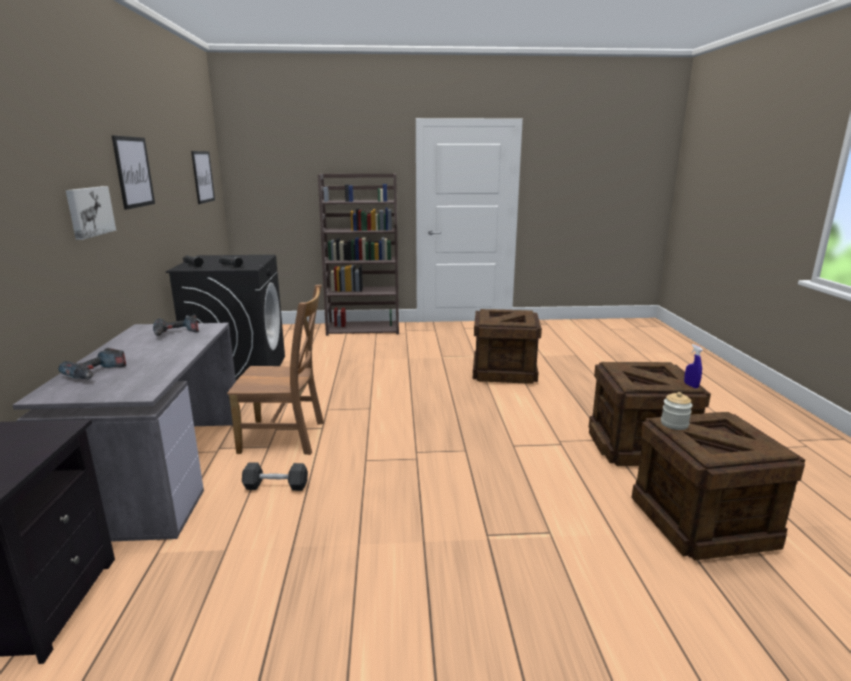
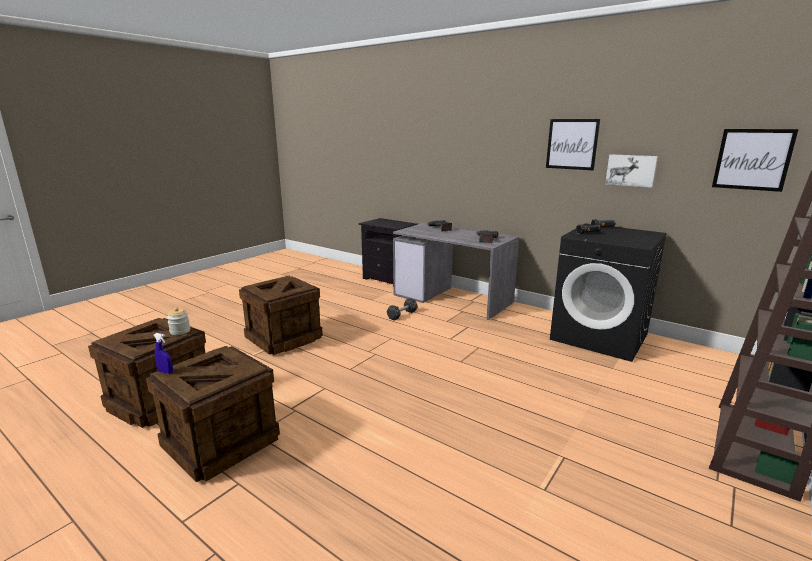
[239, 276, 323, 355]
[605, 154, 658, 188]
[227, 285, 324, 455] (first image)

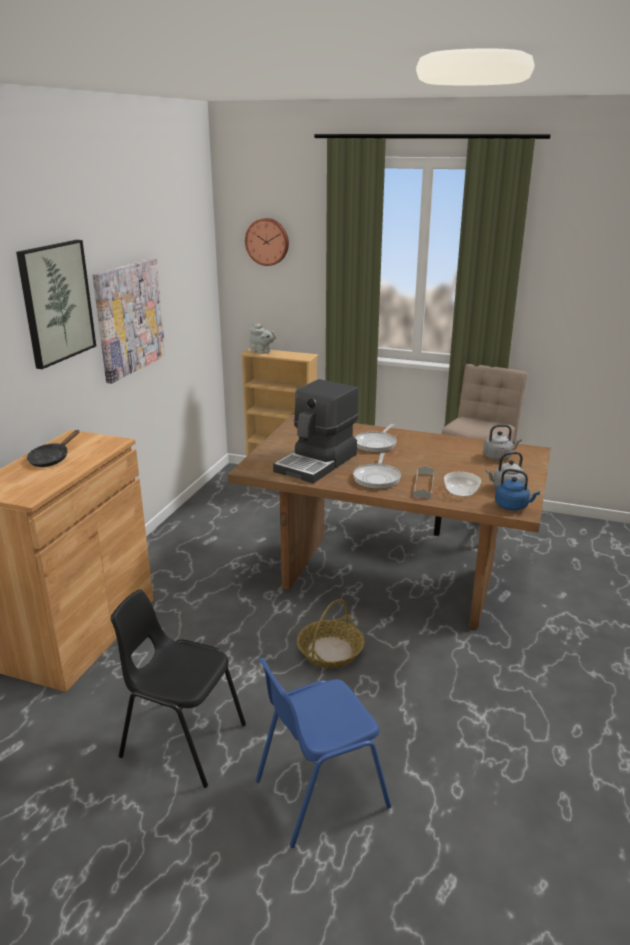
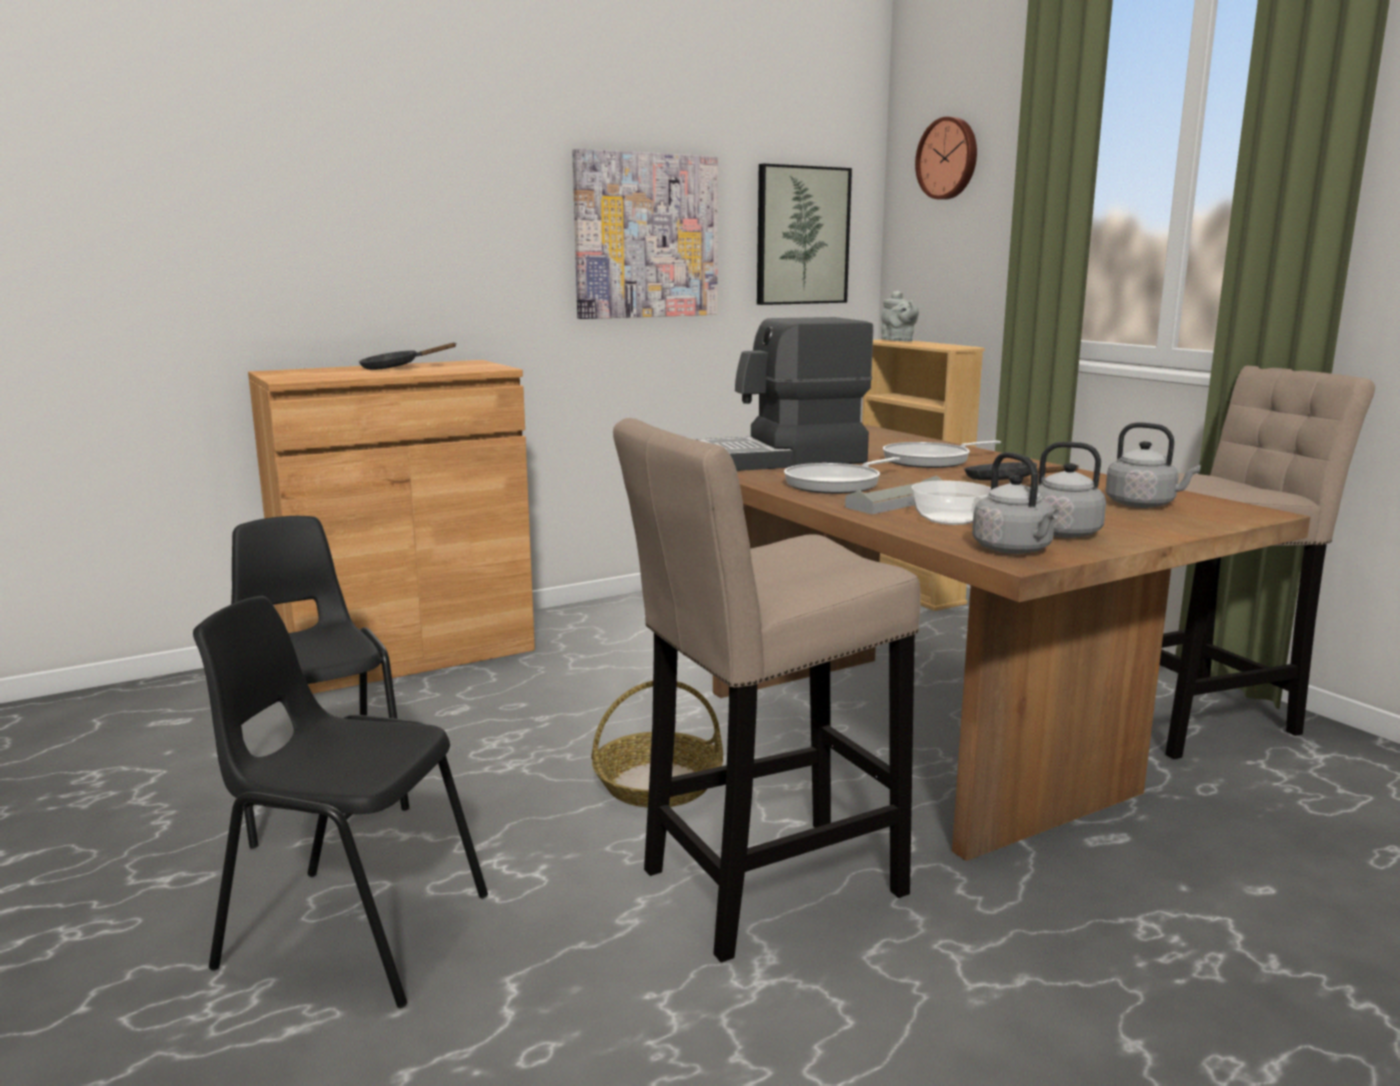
[193, 596, 488, 1008]
[613, 418, 921, 962]
[757, 164, 852, 305]
[964, 462, 1079, 480]
[972, 452, 1059, 554]

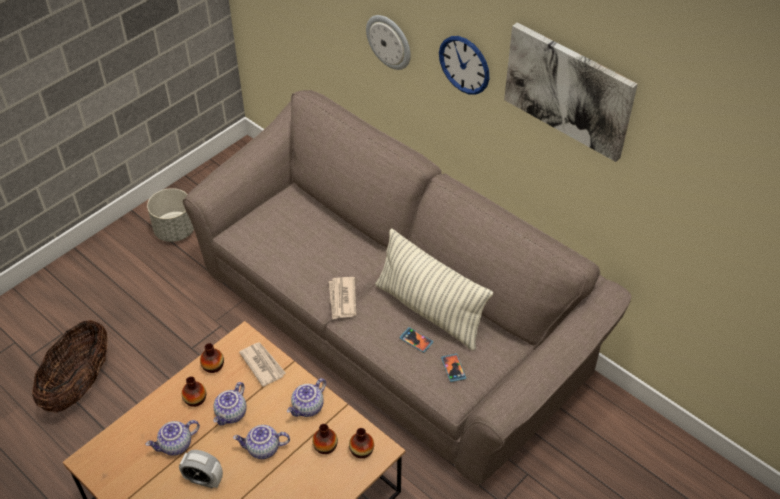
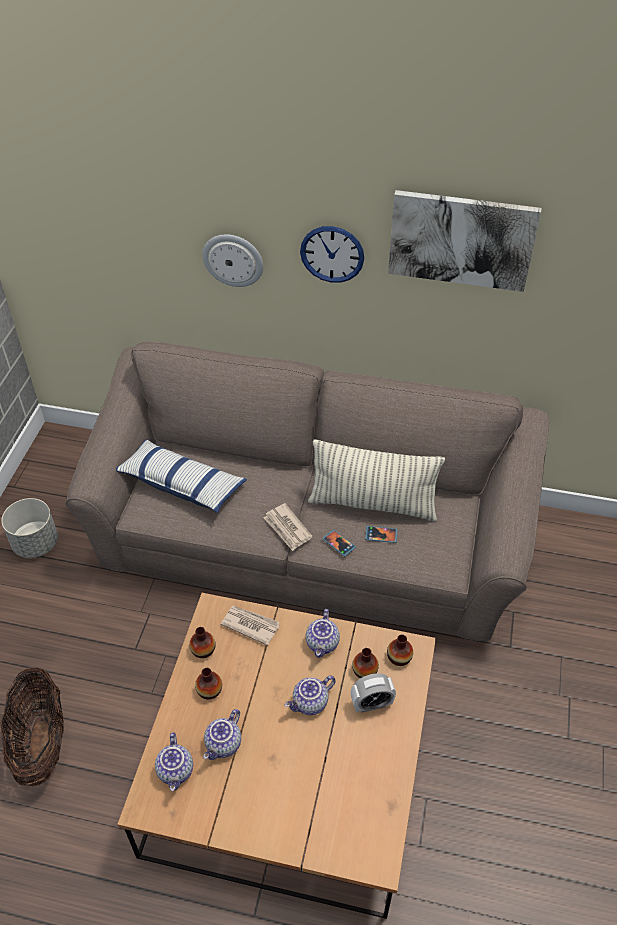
[116, 439, 247, 513]
[155, 732, 193, 791]
[322, 530, 356, 556]
[351, 673, 396, 713]

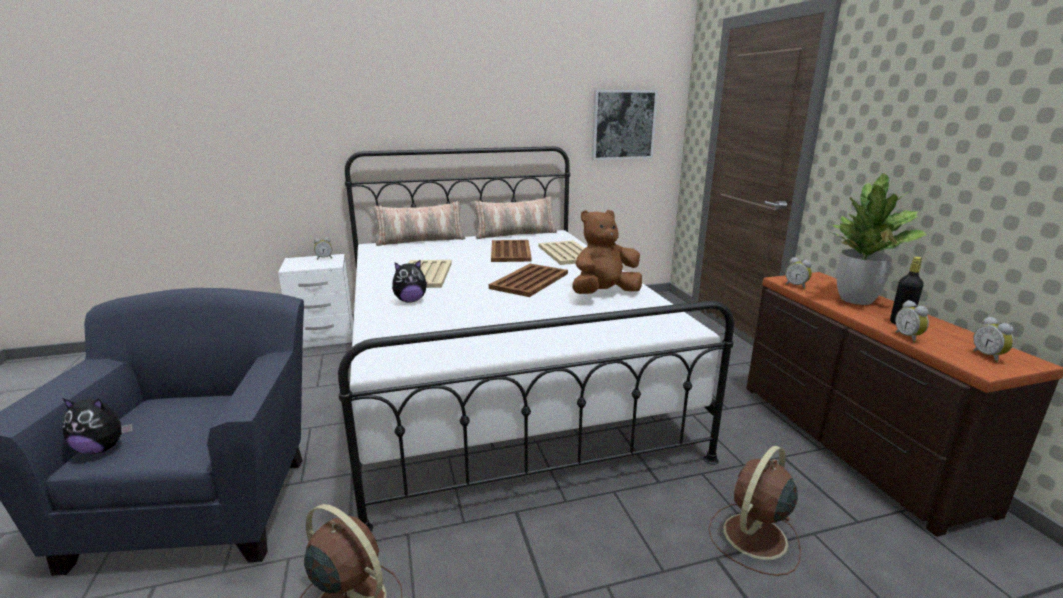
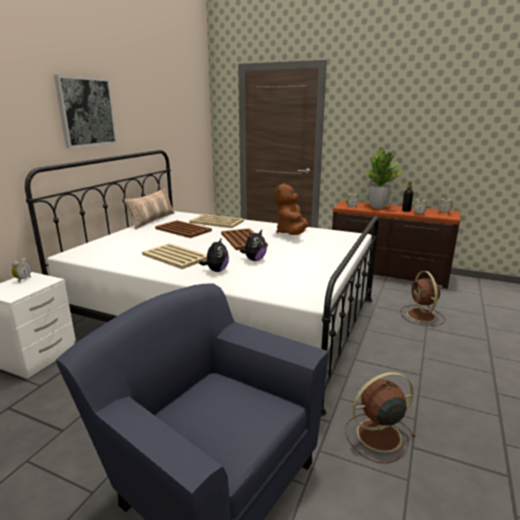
[54, 75, 117, 148]
[240, 230, 267, 261]
[373, 201, 465, 246] (first image)

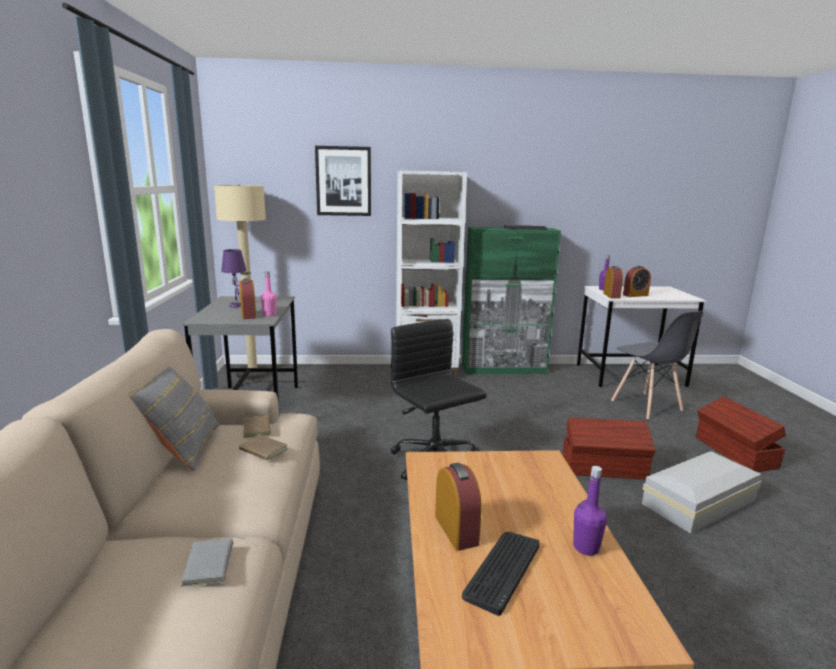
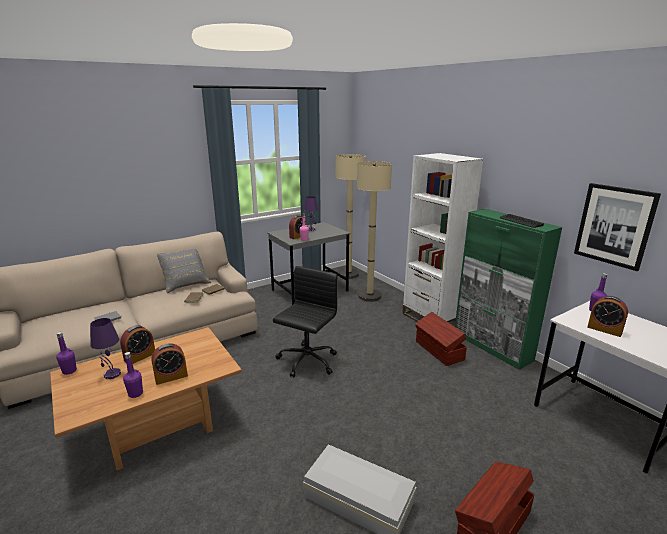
[56, 332, 77, 375]
[90, 318, 121, 379]
[152, 343, 188, 385]
[357, 161, 392, 302]
[415, 312, 467, 366]
[574, 183, 661, 271]
[611, 311, 703, 419] (first image)

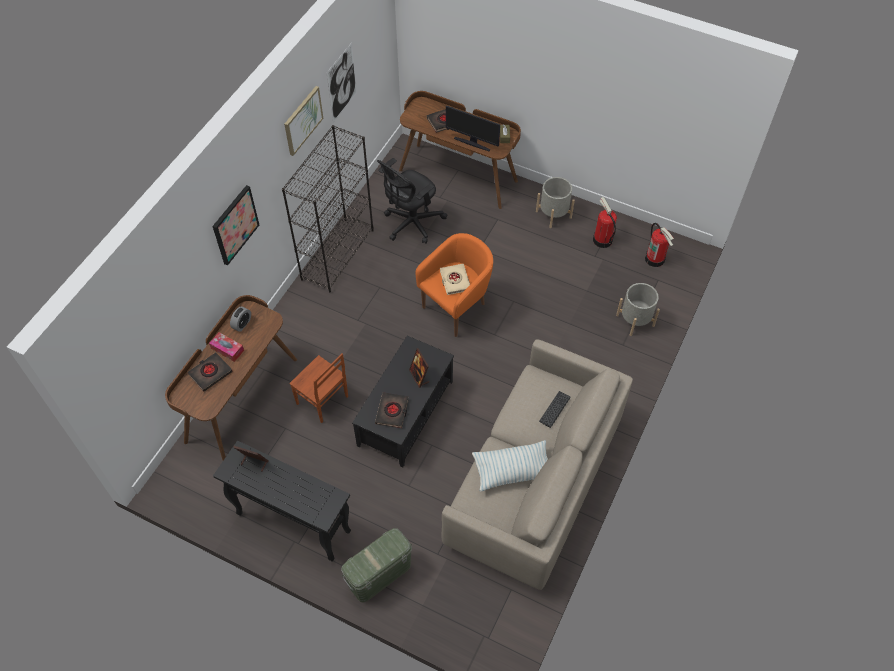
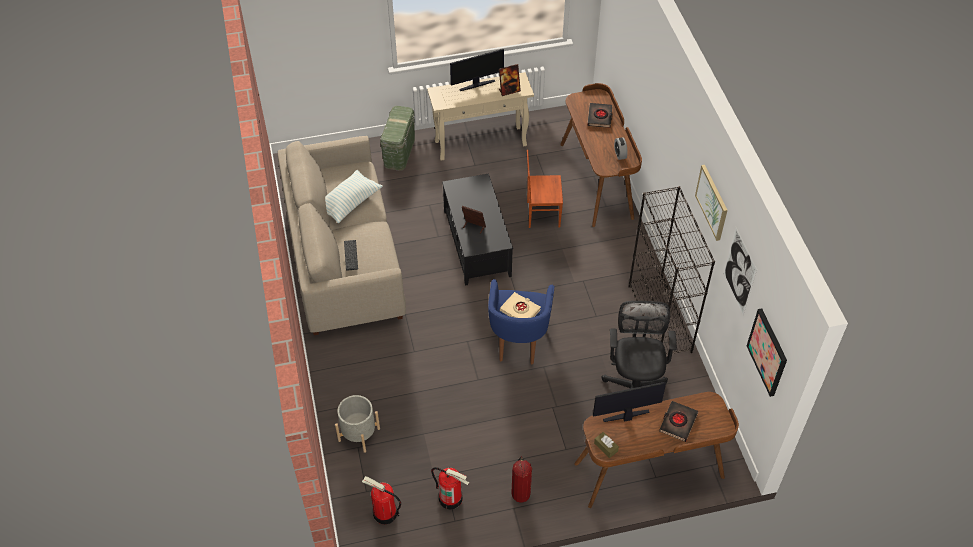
[427, 72, 534, 160]
[450, 49, 504, 91]
[488, 279, 554, 364]
[511, 456, 532, 503]
[747, 308, 787, 397]
[209, 332, 244, 362] (first image)
[375, 392, 409, 428] (first image)

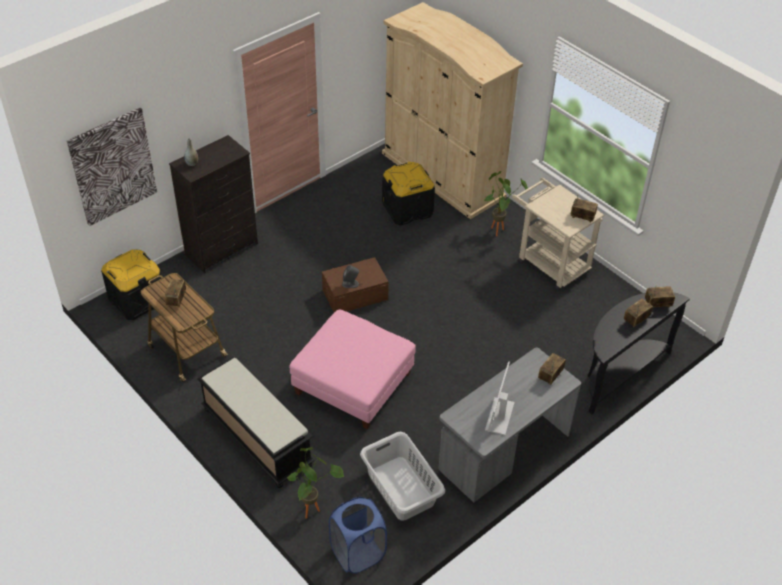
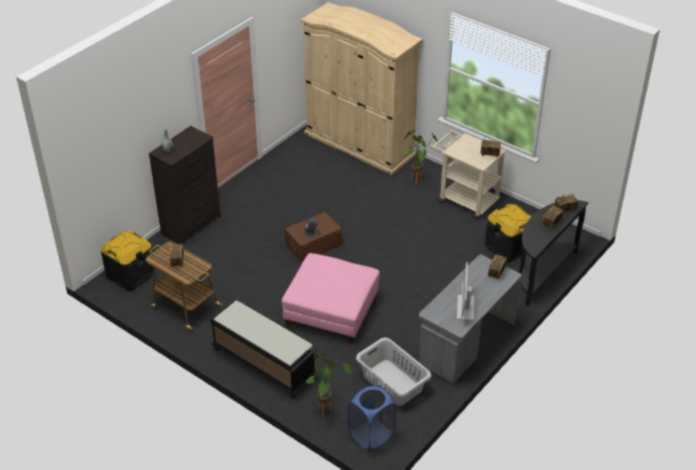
[485, 204, 531, 263]
[67, 108, 157, 226] (first image)

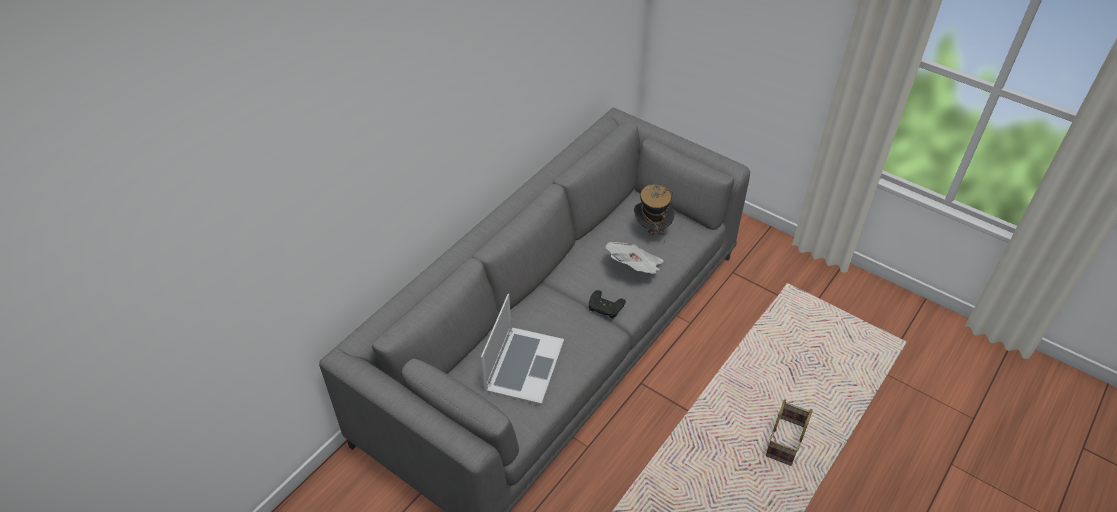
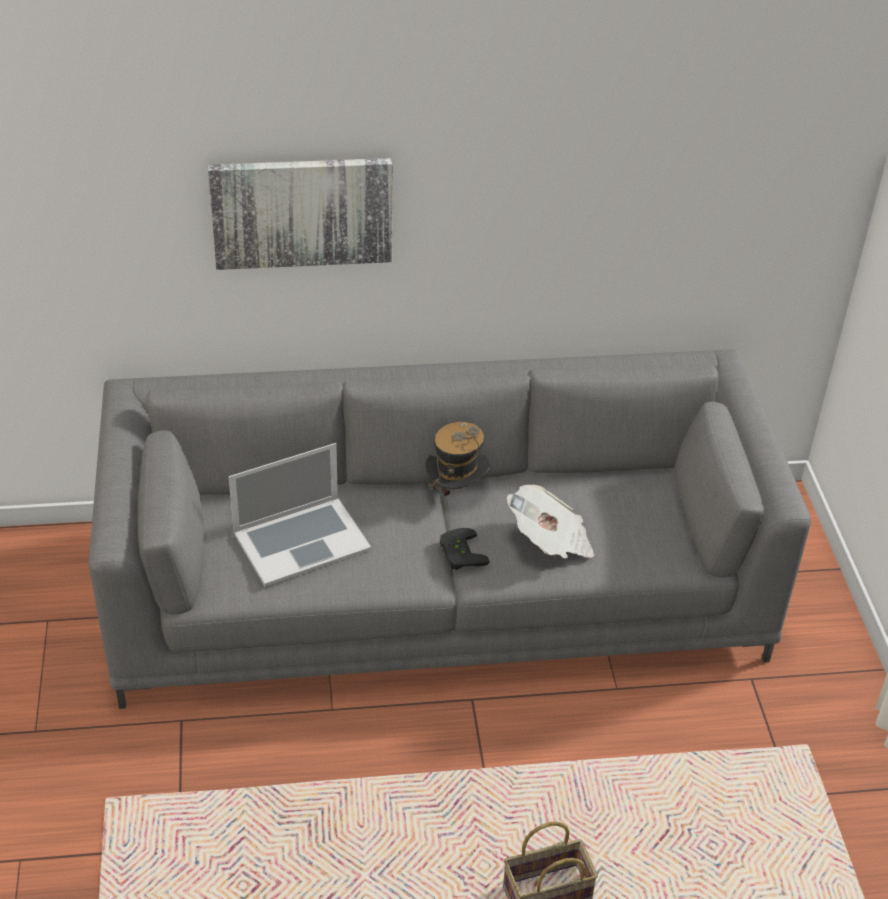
[208, 158, 393, 270]
[426, 422, 490, 514]

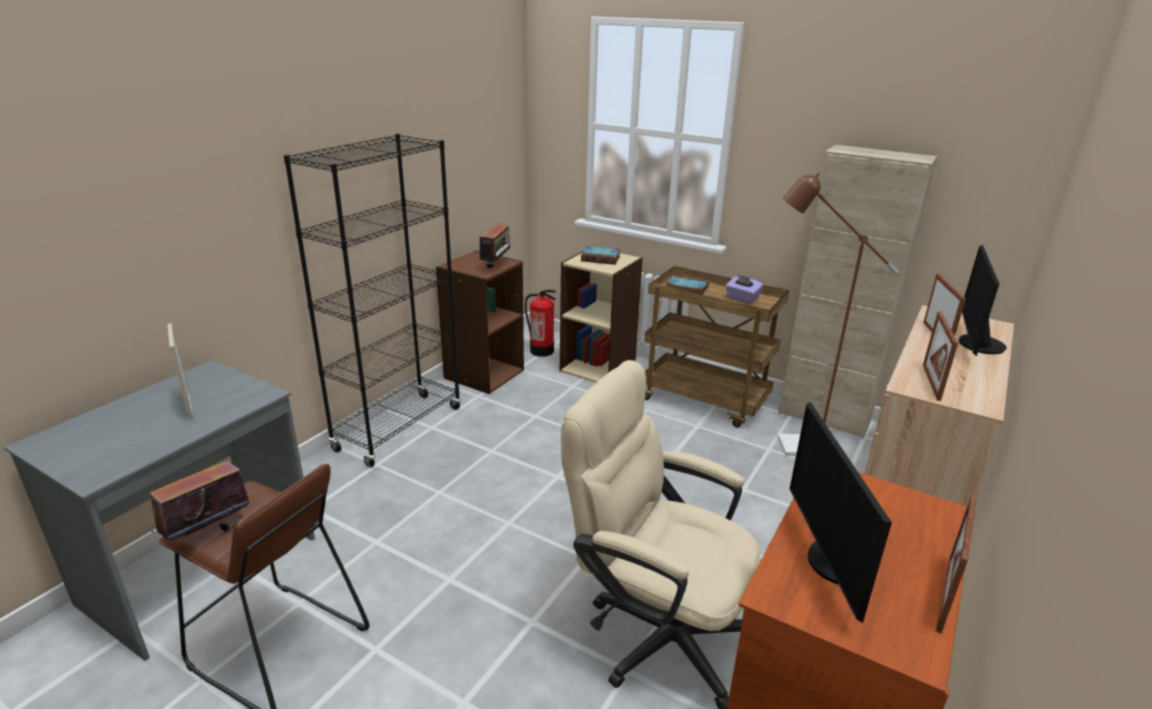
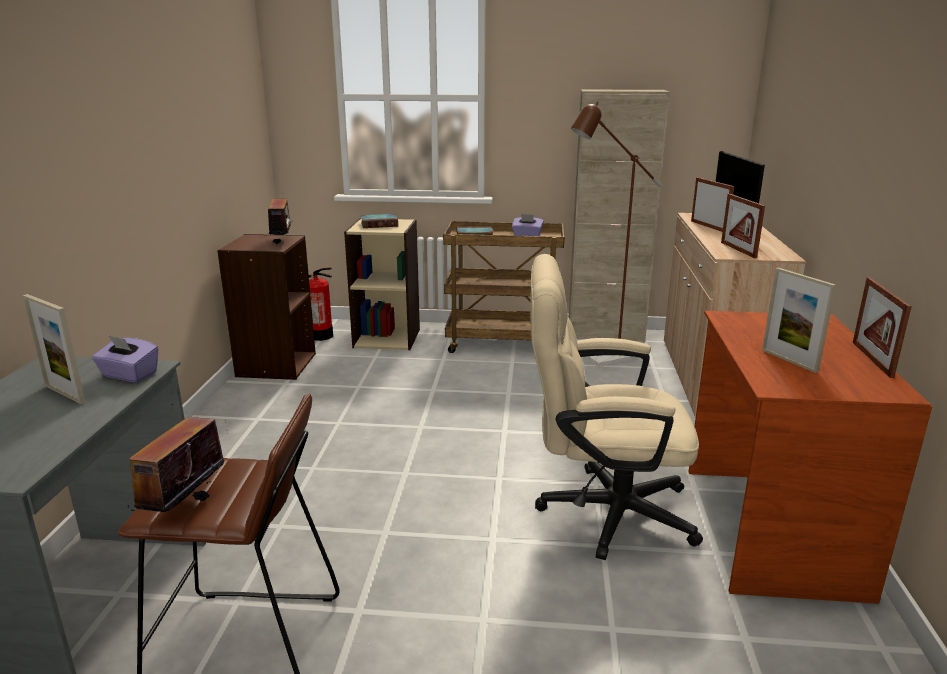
[92, 335, 158, 382]
[762, 268, 836, 373]
[284, 134, 461, 467] (first image)

